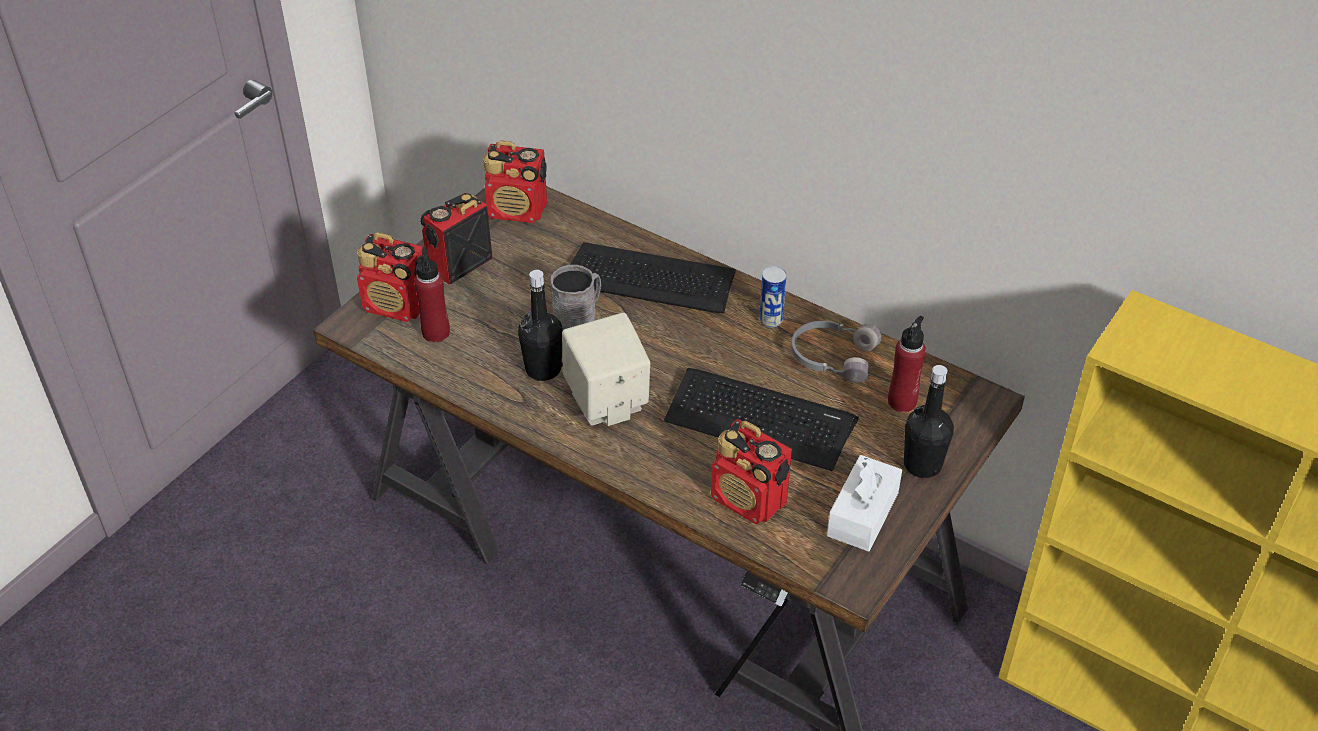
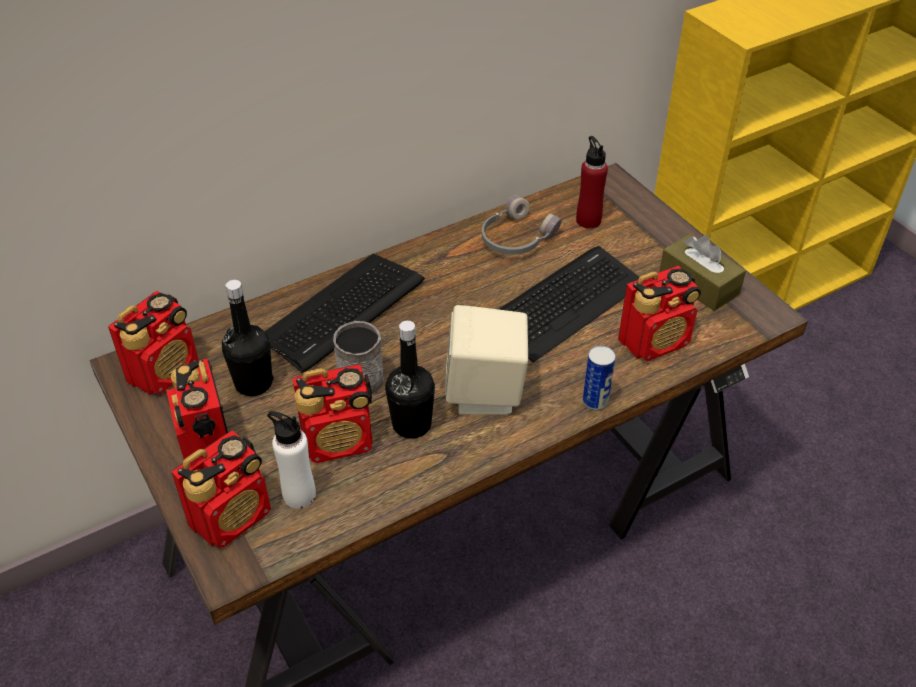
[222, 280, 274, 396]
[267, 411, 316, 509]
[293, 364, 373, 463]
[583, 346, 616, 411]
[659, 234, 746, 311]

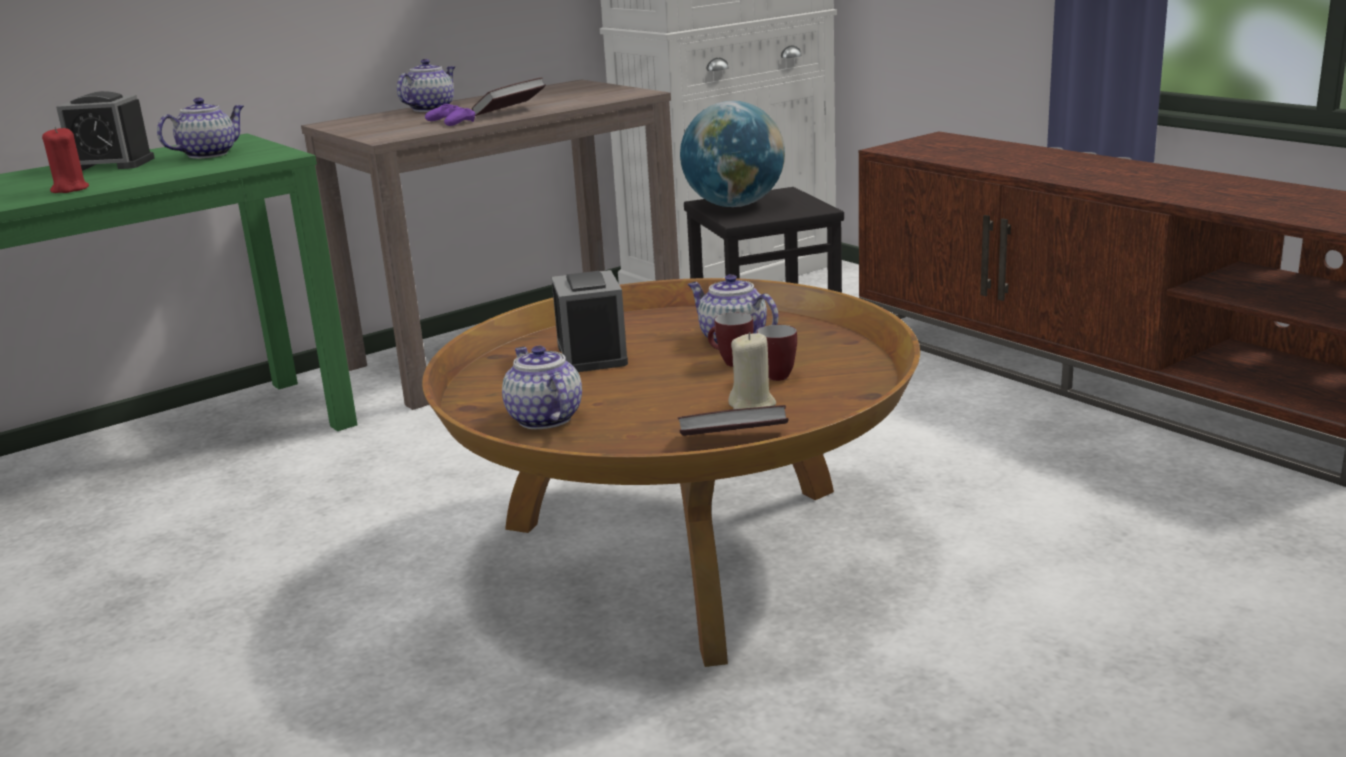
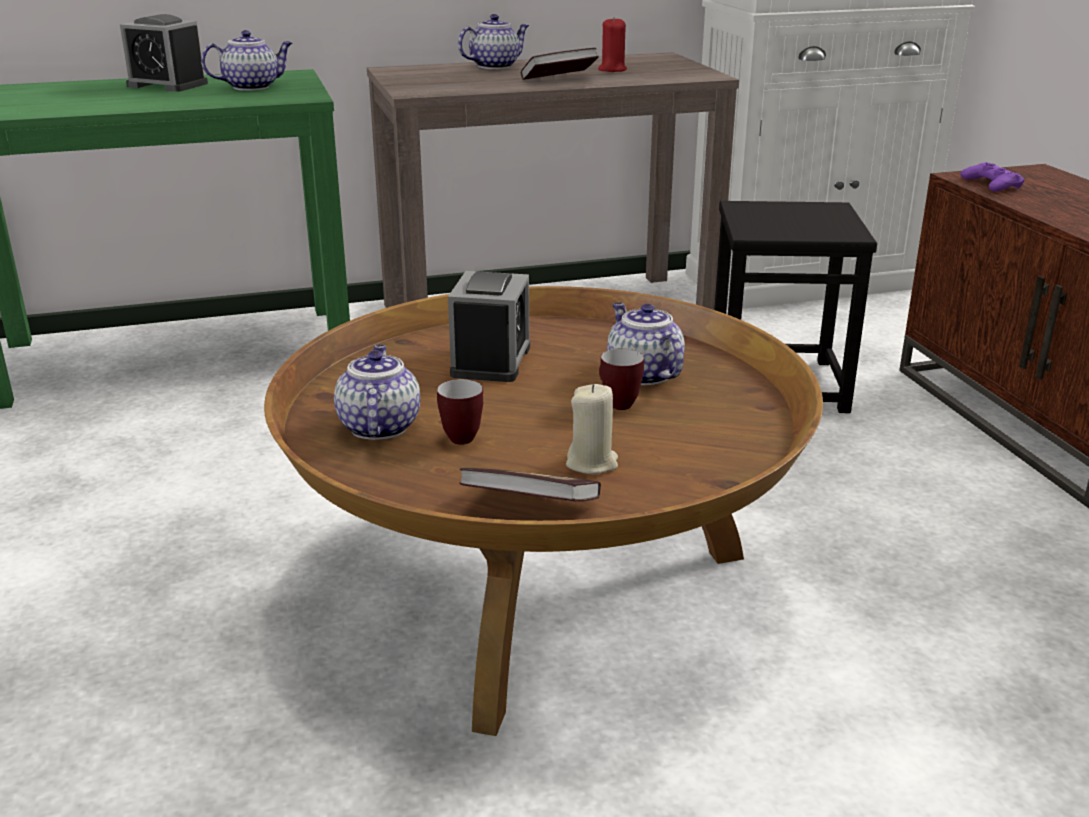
[437, 379, 484, 445]
[598, 17, 627, 72]
[960, 162, 1024, 192]
[680, 101, 785, 207] (first image)

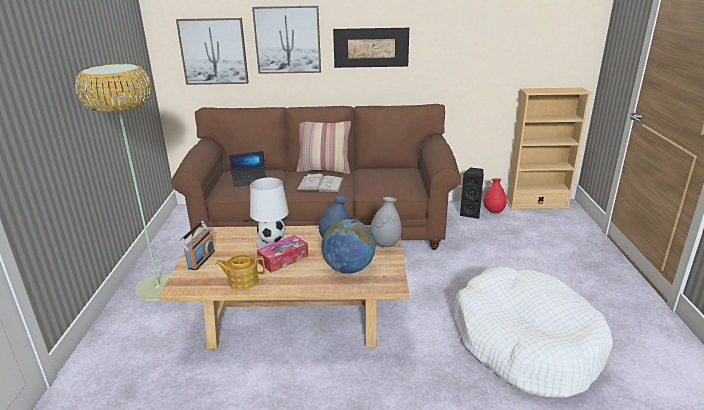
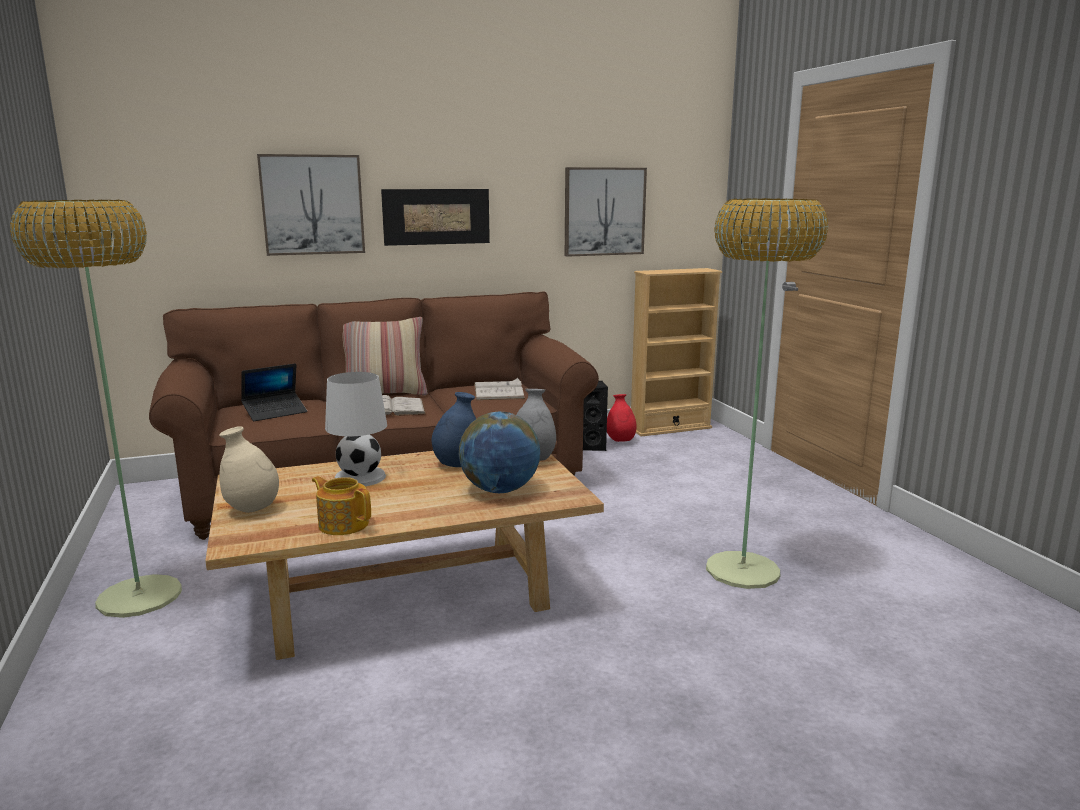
[219, 426, 279, 513]
[312, 476, 371, 535]
[474, 378, 525, 400]
[565, 167, 647, 257]
[706, 198, 828, 589]
[257, 235, 308, 273] (first image)

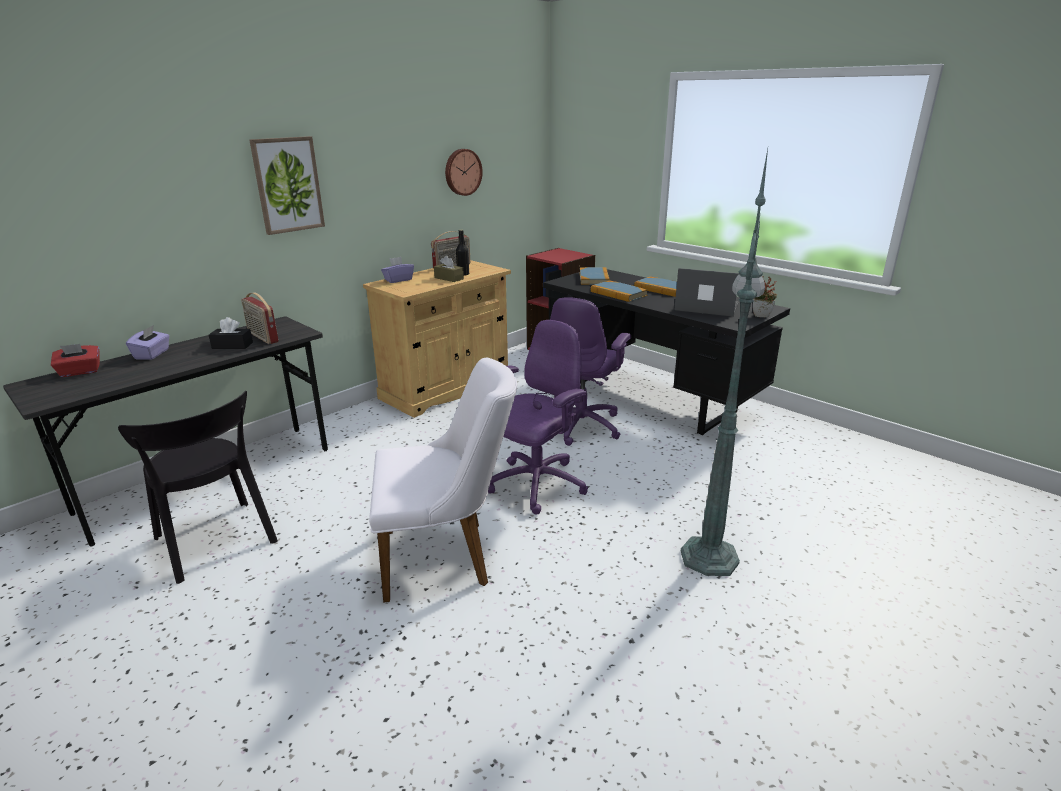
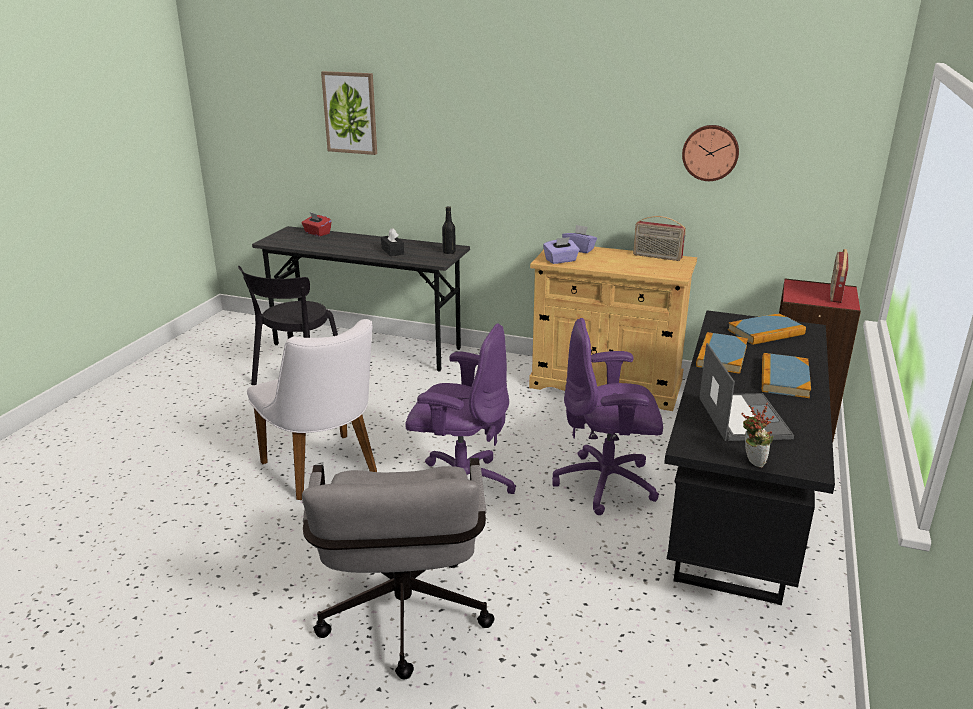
[302, 458, 494, 679]
[321, 71, 377, 155]
[442, 206, 456, 254]
[543, 237, 580, 264]
[830, 249, 848, 303]
[434, 256, 464, 282] (first image)

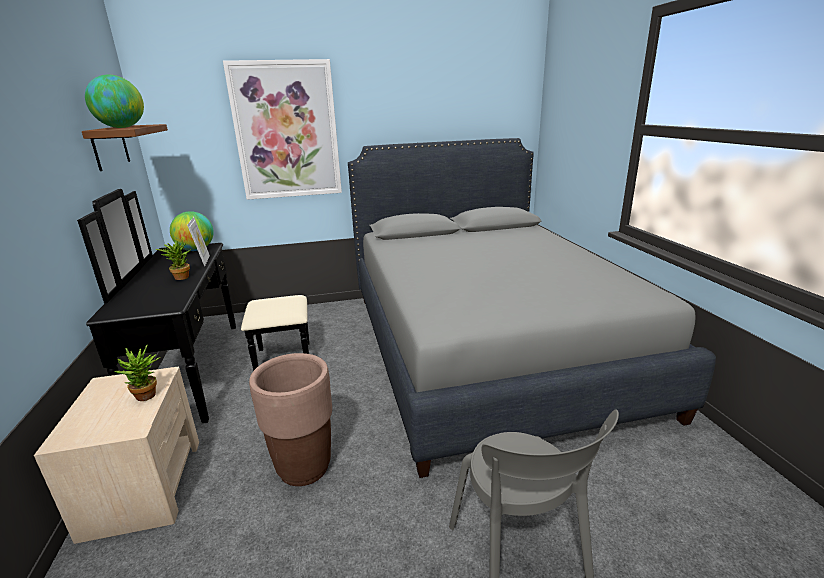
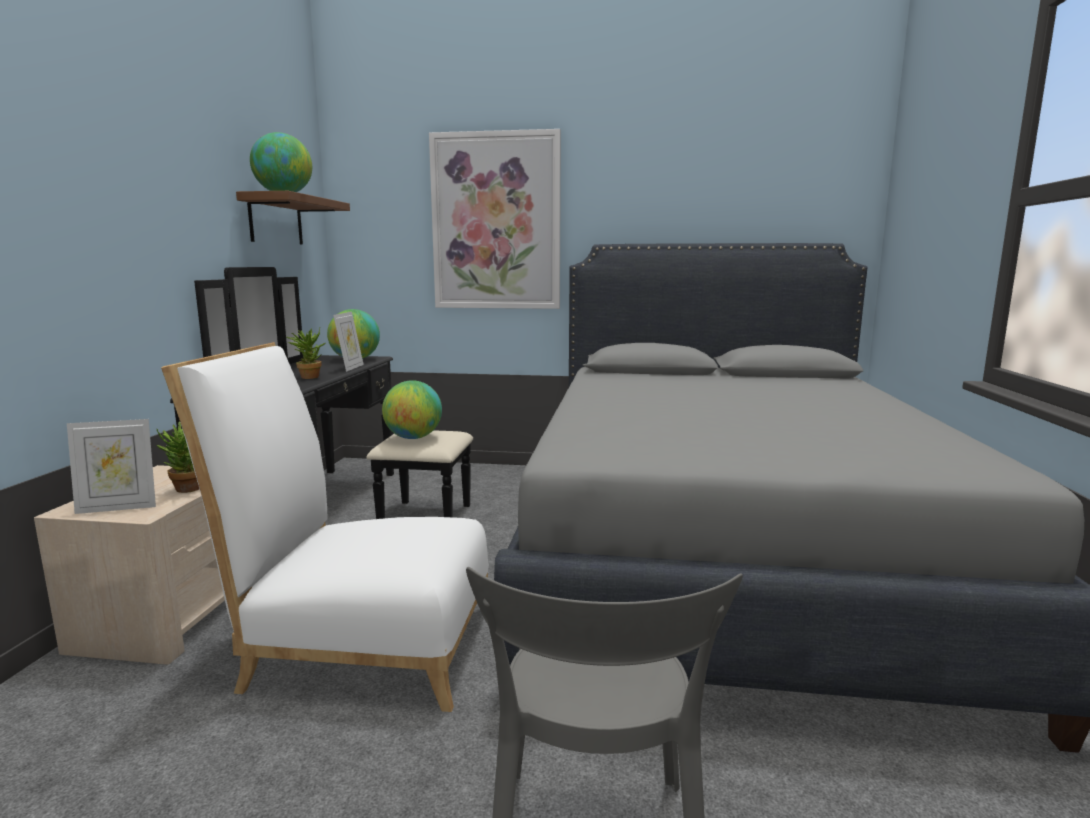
[67, 419, 156, 514]
[161, 342, 489, 712]
[382, 380, 442, 439]

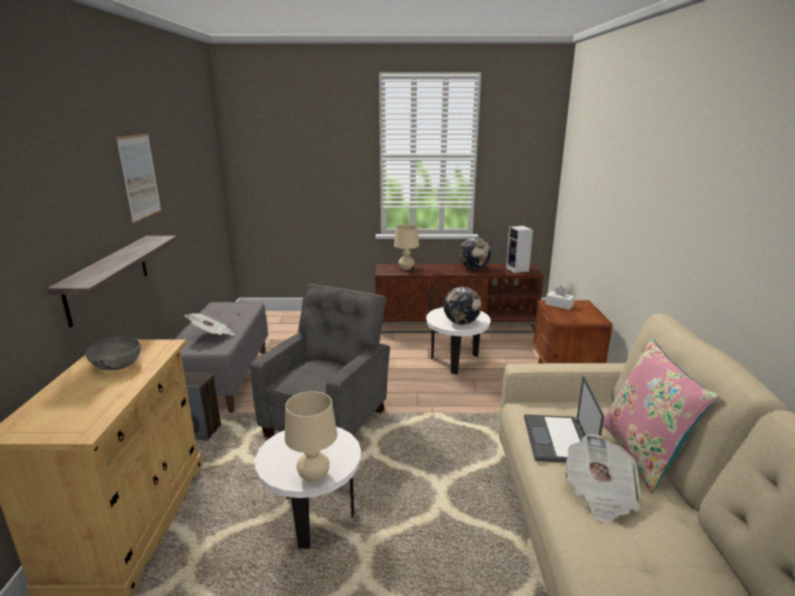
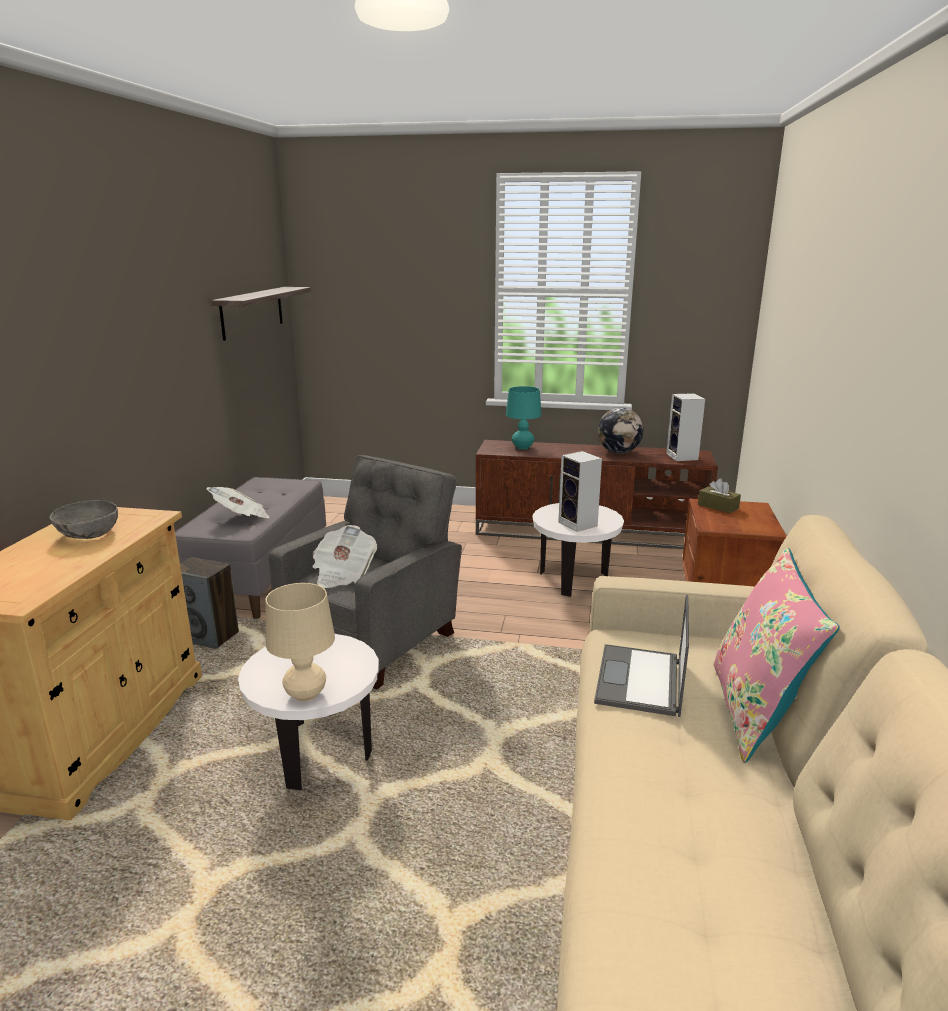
[211, 287, 311, 341]
[312, 525, 377, 588]
[506, 386, 541, 449]
[558, 451, 602, 532]
[698, 478, 741, 514]
[116, 134, 162, 223] (first image)

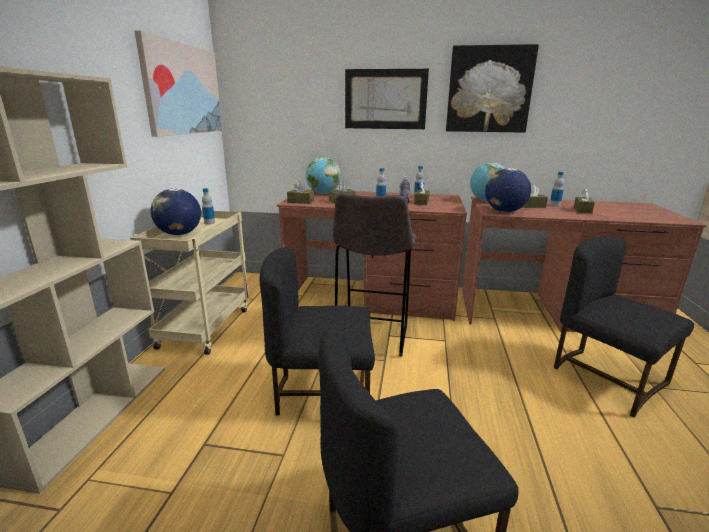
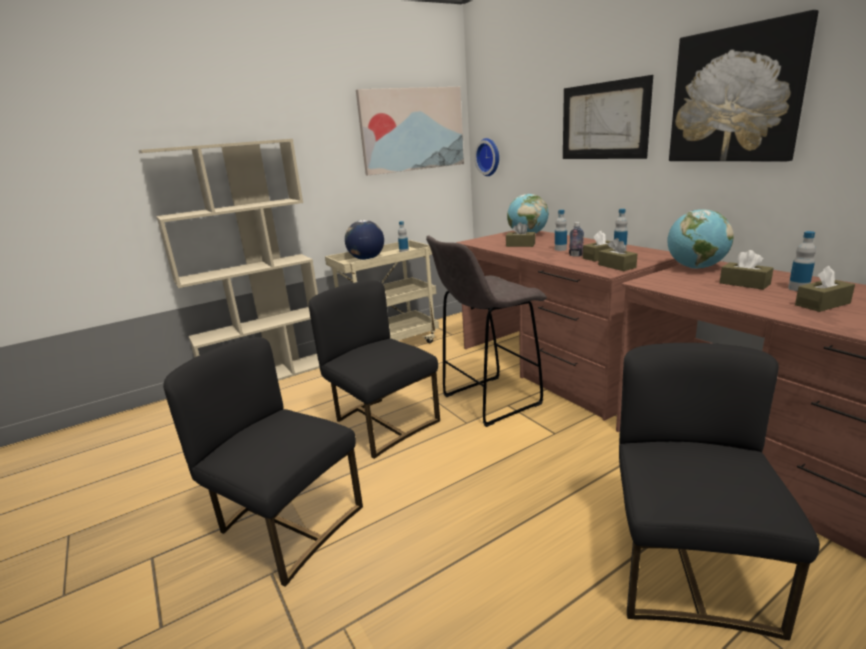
[474, 138, 499, 176]
[598, 238, 637, 271]
[485, 168, 531, 212] (first image)

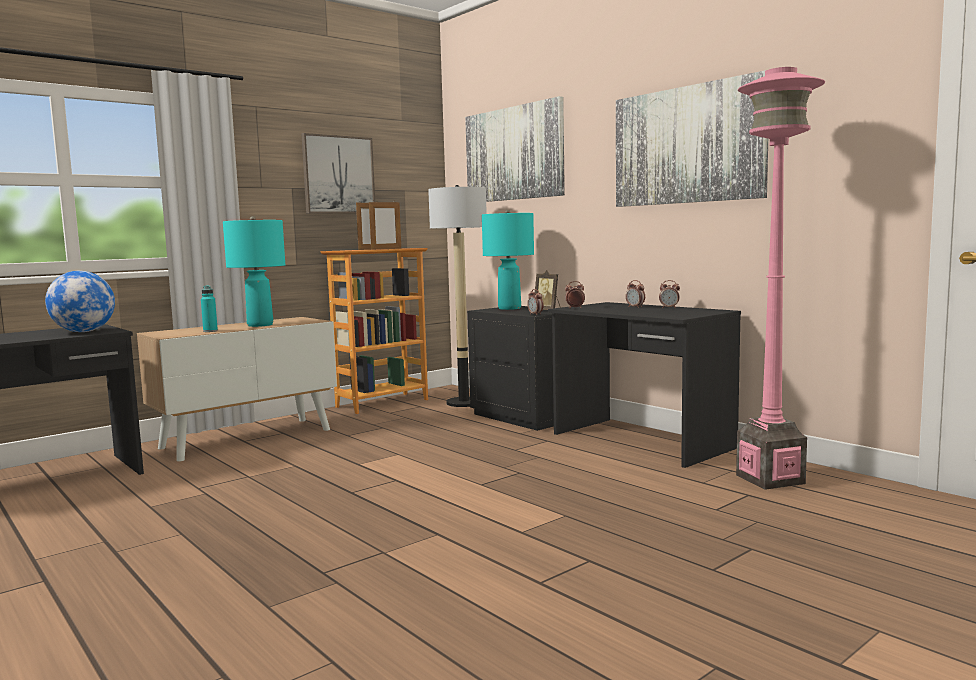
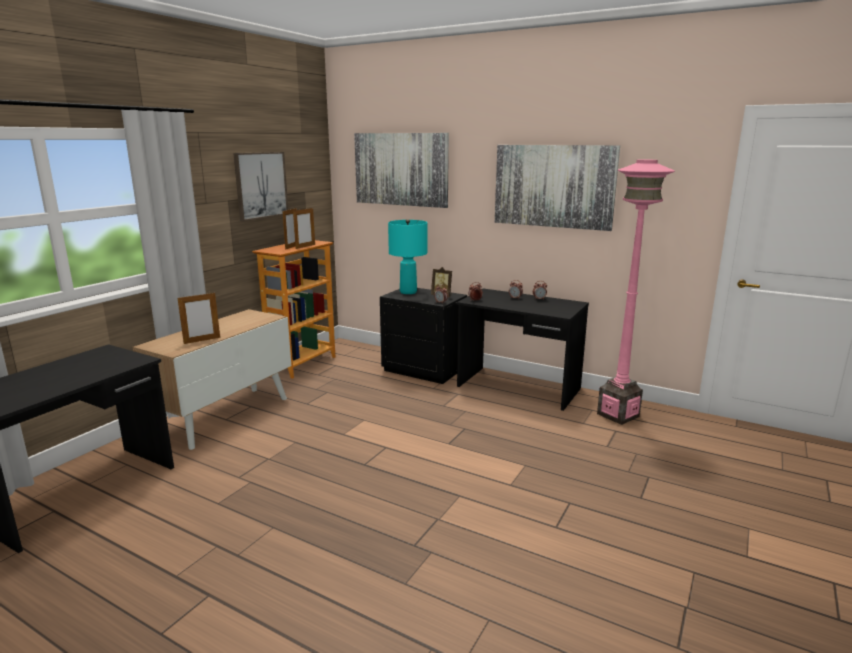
[177, 292, 220, 344]
[45, 271, 115, 332] (first image)
[223, 216, 285, 327] (first image)
[428, 185, 487, 407] (first image)

